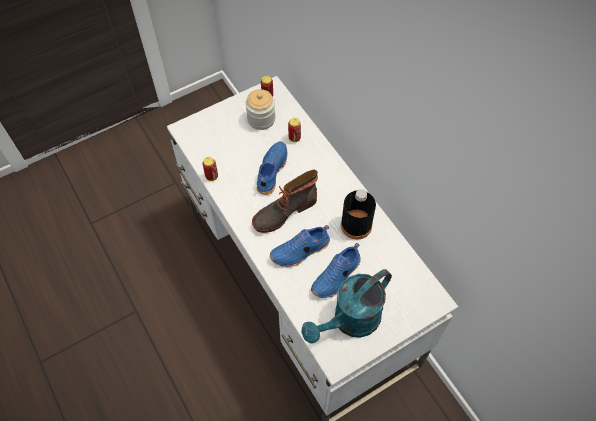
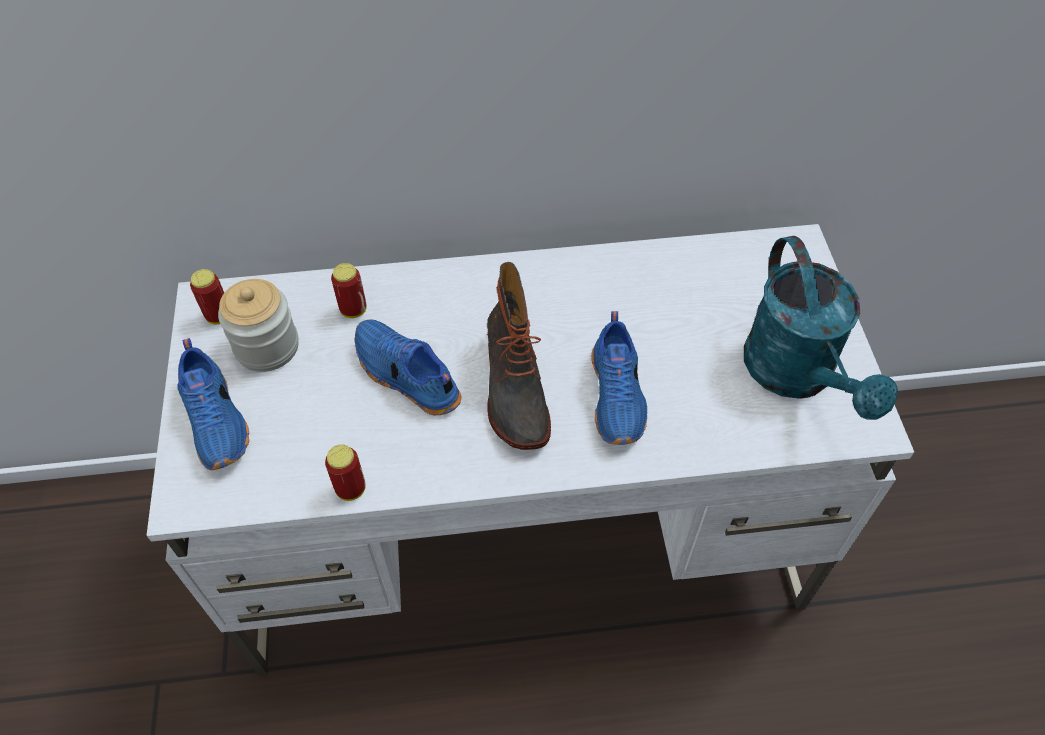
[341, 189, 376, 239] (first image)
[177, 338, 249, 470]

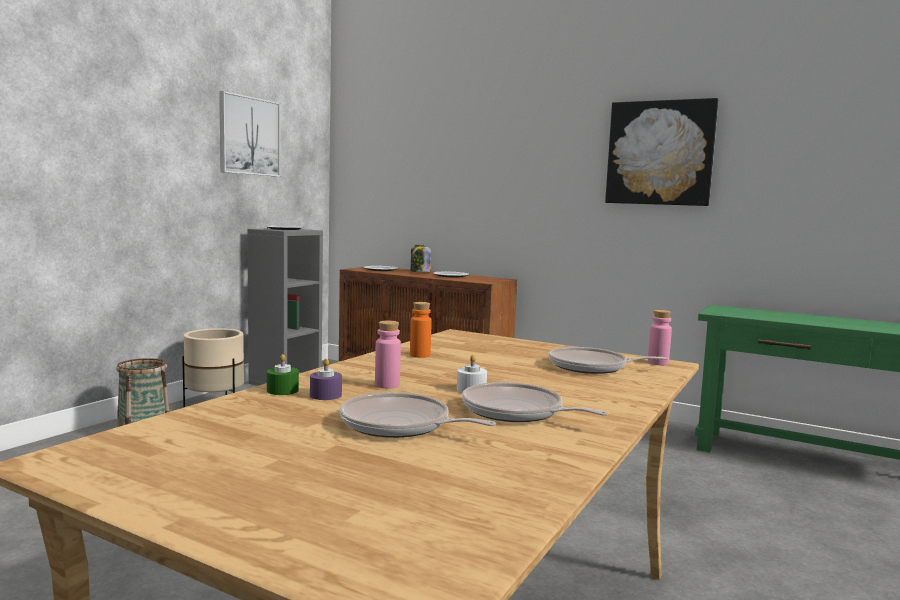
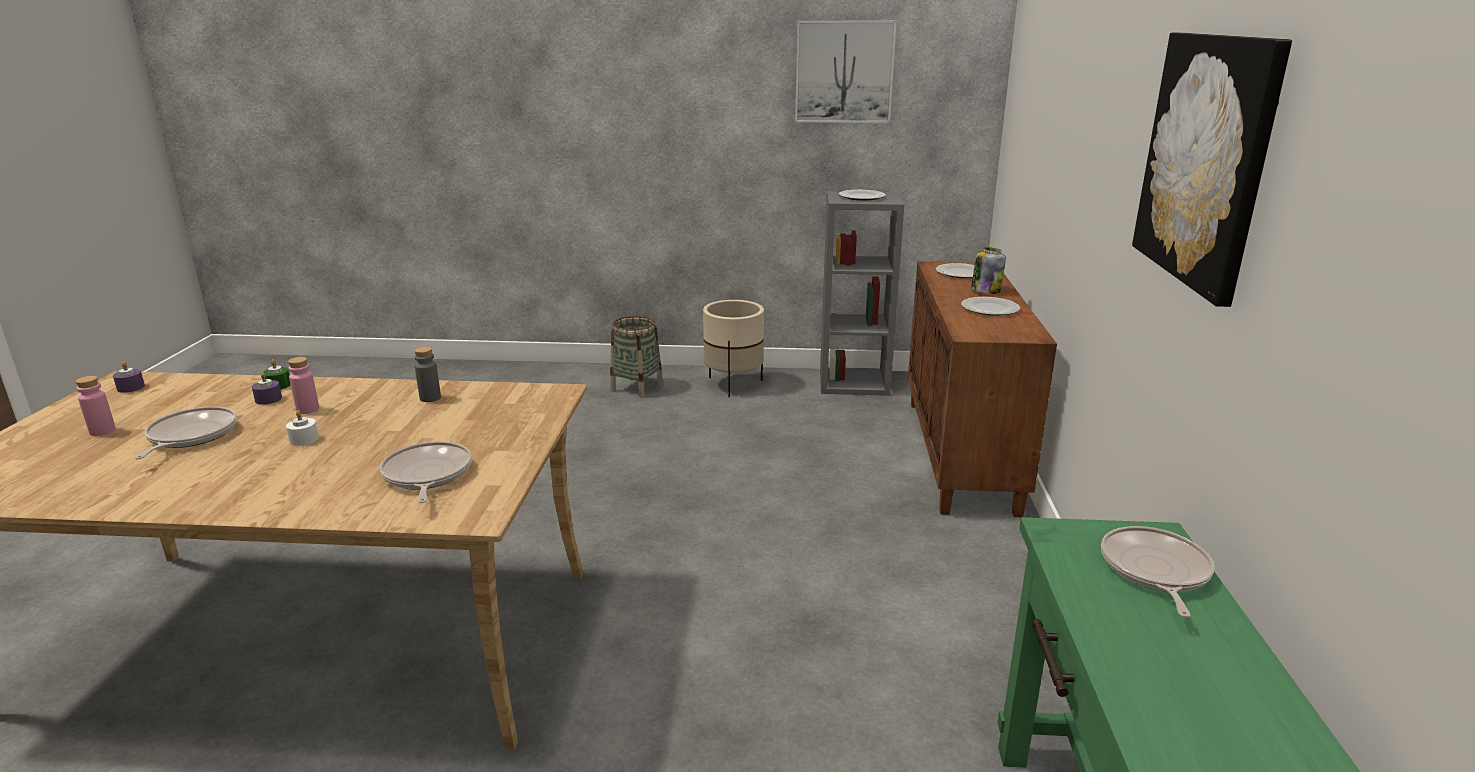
[113, 361, 145, 393]
[1101, 526, 1215, 617]
[75, 376, 116, 436]
[414, 346, 441, 402]

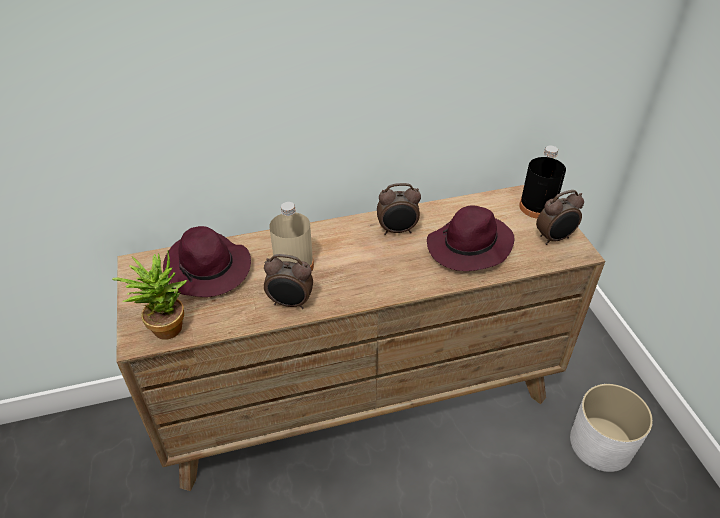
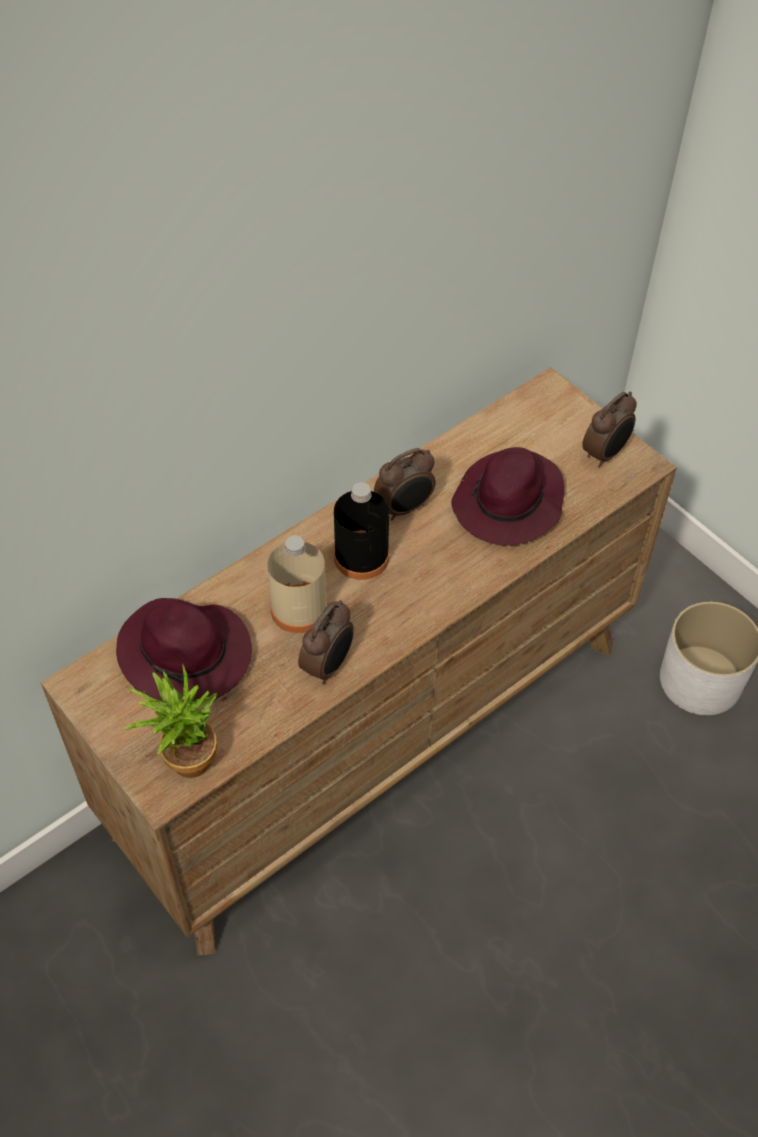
[334, 482, 389, 580]
[298, 600, 354, 684]

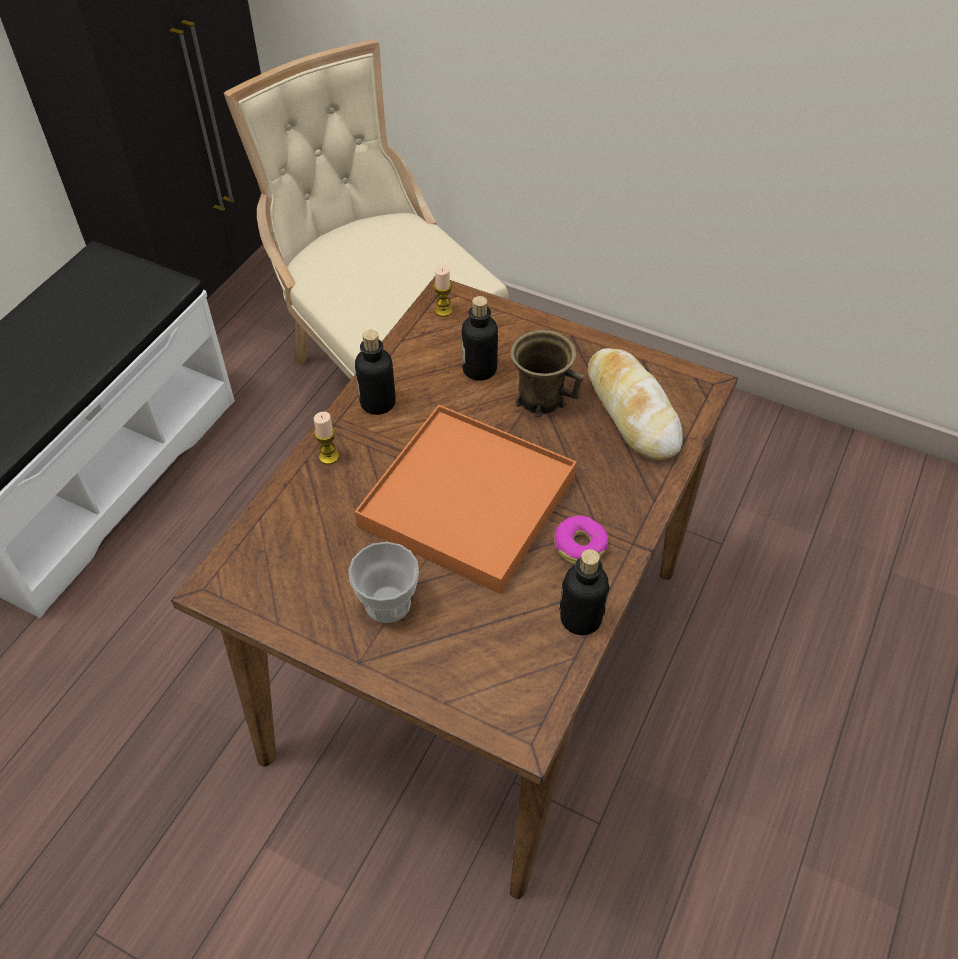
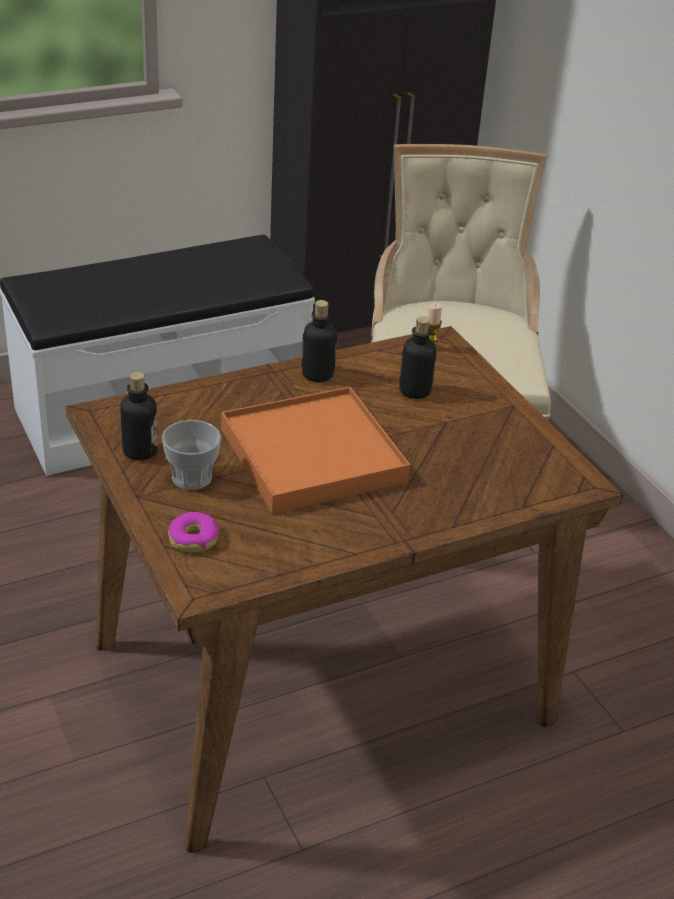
[314, 412, 339, 465] (first image)
[510, 330, 584, 417] (first image)
[587, 348, 683, 460] (first image)
[168, 512, 219, 552]
[120, 372, 158, 461]

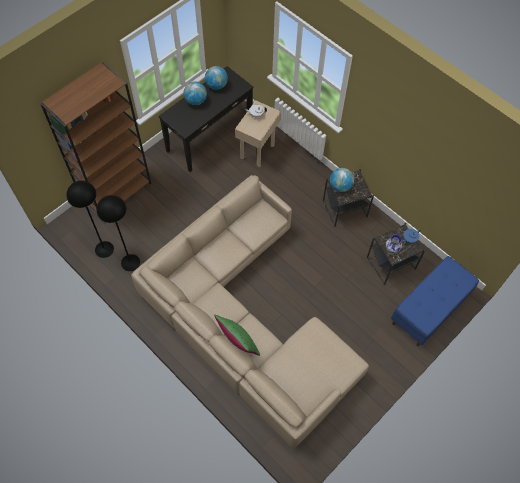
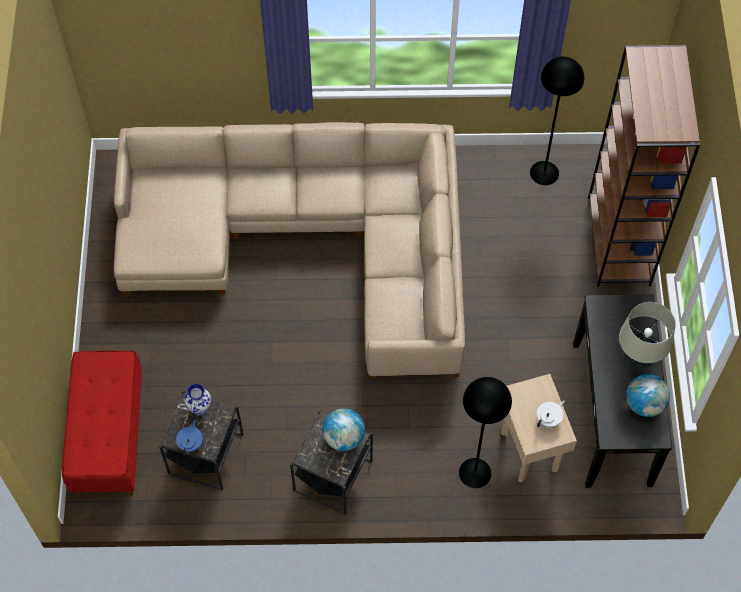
[214, 315, 260, 356] (first image)
[459, 377, 512, 488]
[619, 302, 676, 368]
[62, 351, 142, 497]

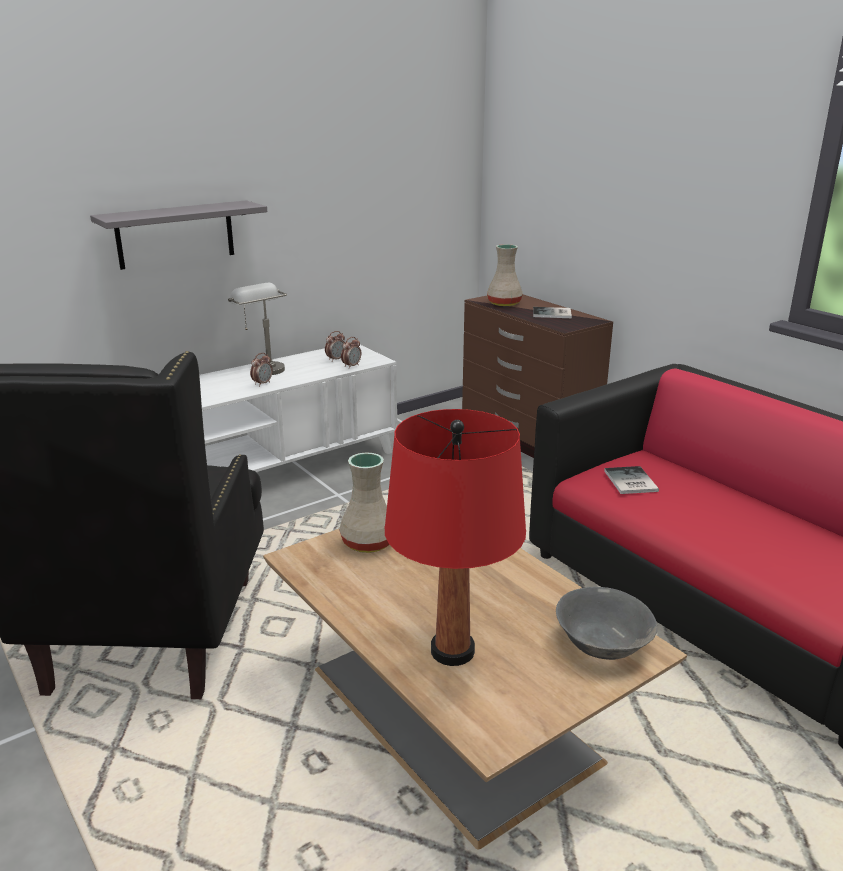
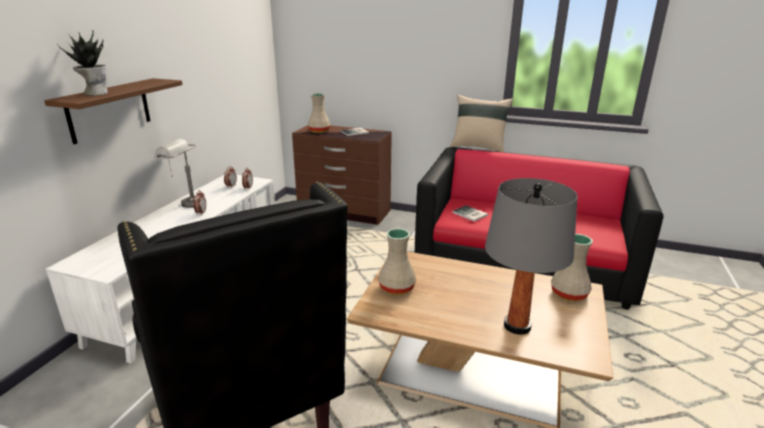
[57, 30, 108, 96]
[450, 95, 513, 153]
[551, 234, 593, 301]
[44, 78, 183, 144]
[485, 178, 578, 335]

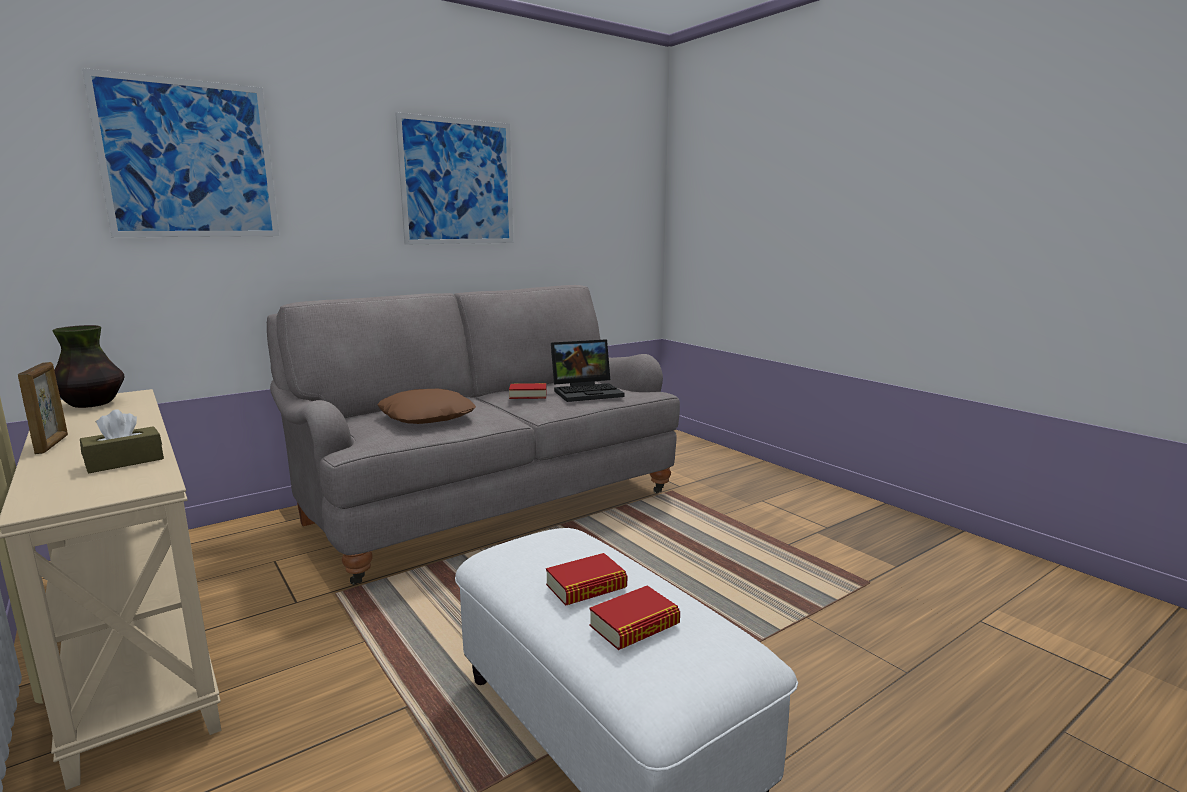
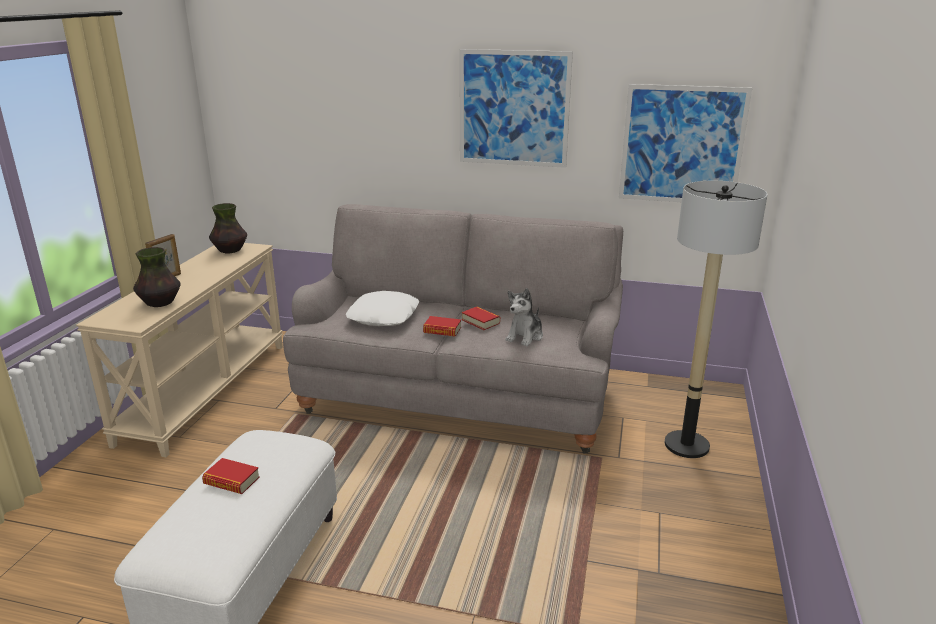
[665, 181, 768, 458]
[619, 84, 752, 202]
[423, 316, 461, 337]
[133, 247, 181, 307]
[505, 288, 543, 346]
[346, 291, 420, 326]

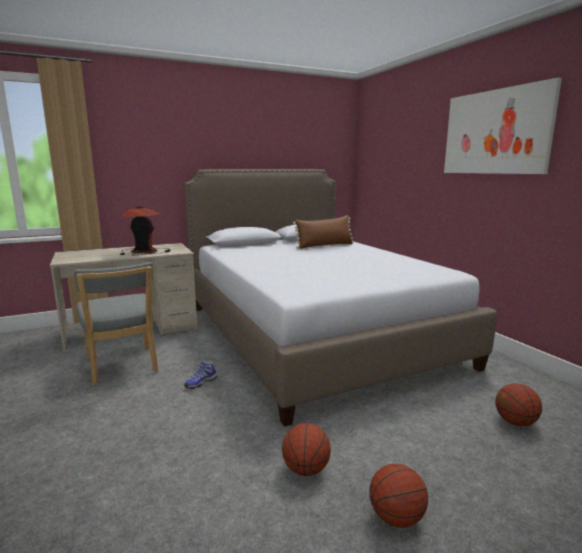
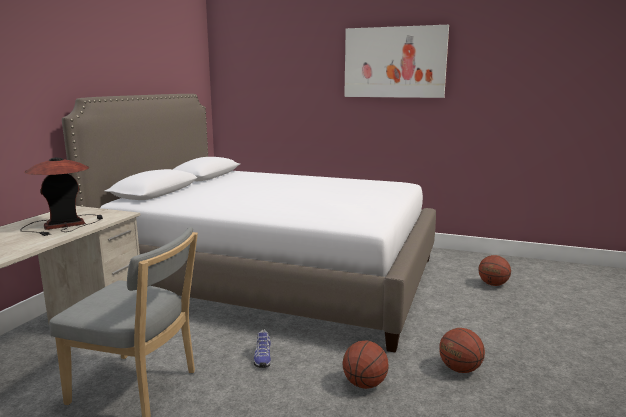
[293, 215, 354, 249] (first image)
[342, 340, 389, 389]

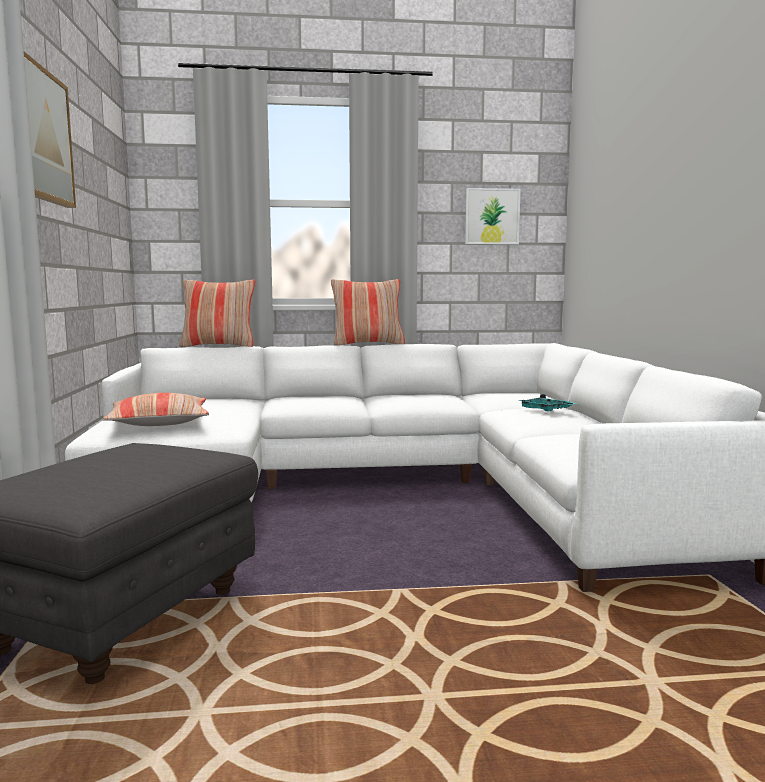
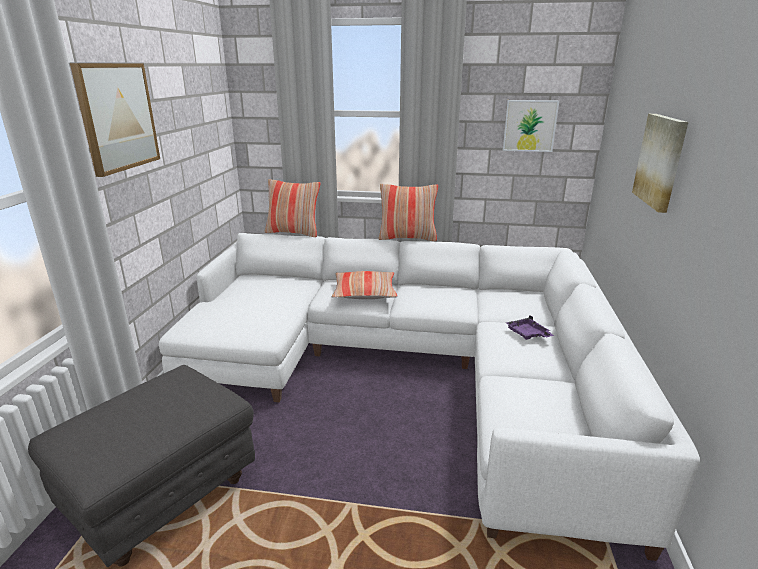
[632, 114, 688, 213]
[332, 271, 398, 299]
[506, 315, 554, 340]

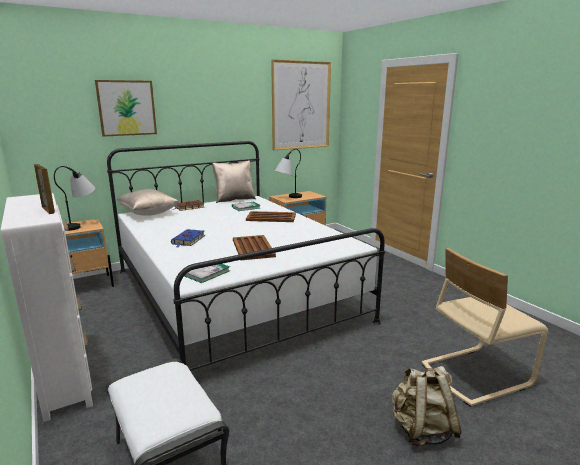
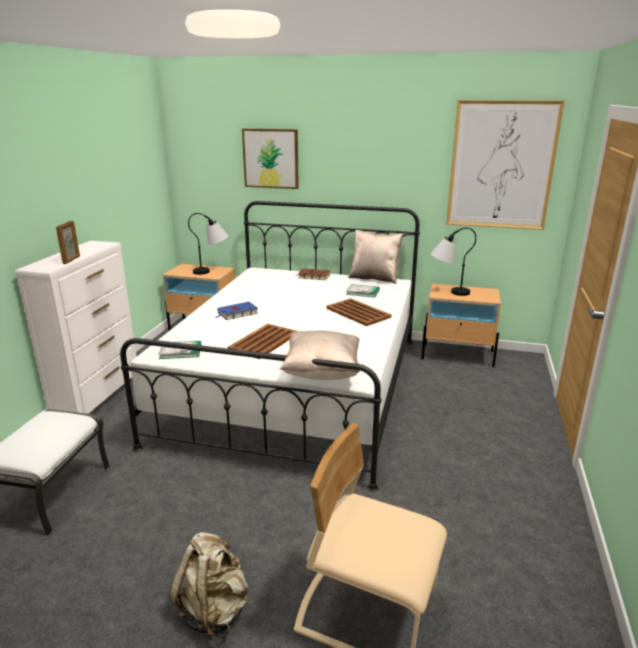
[280, 330, 360, 380]

